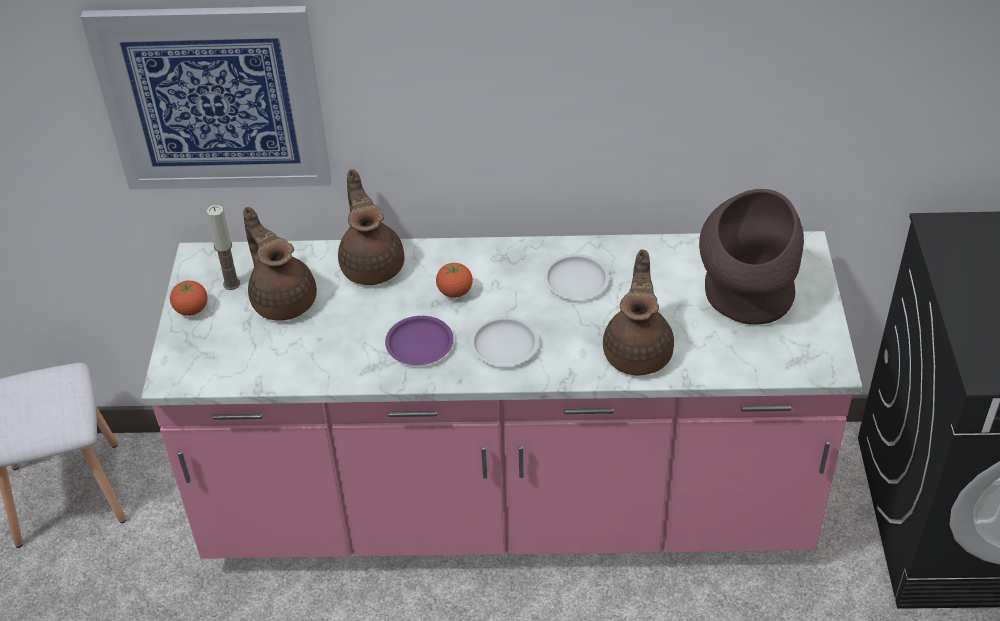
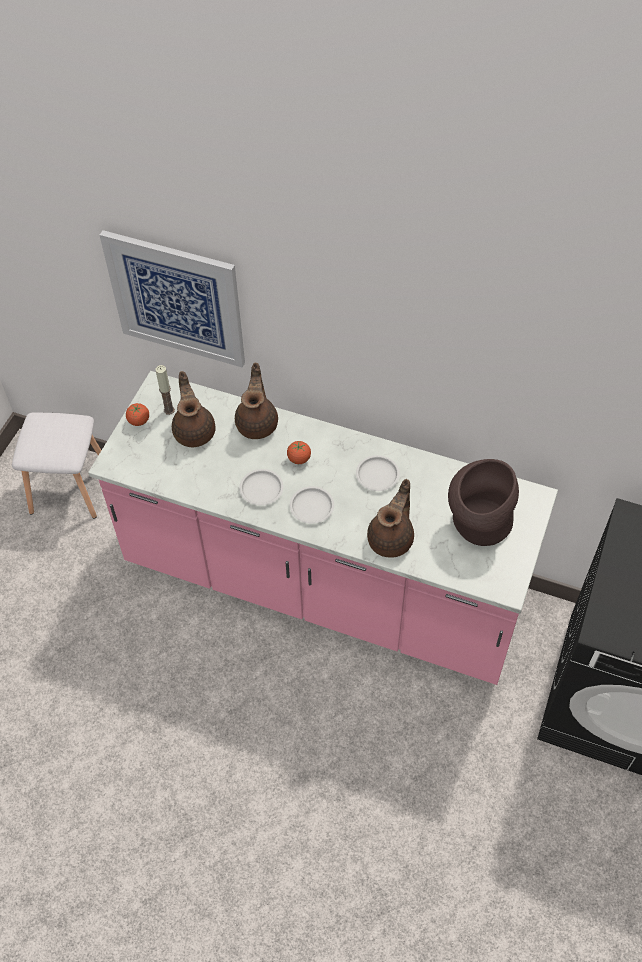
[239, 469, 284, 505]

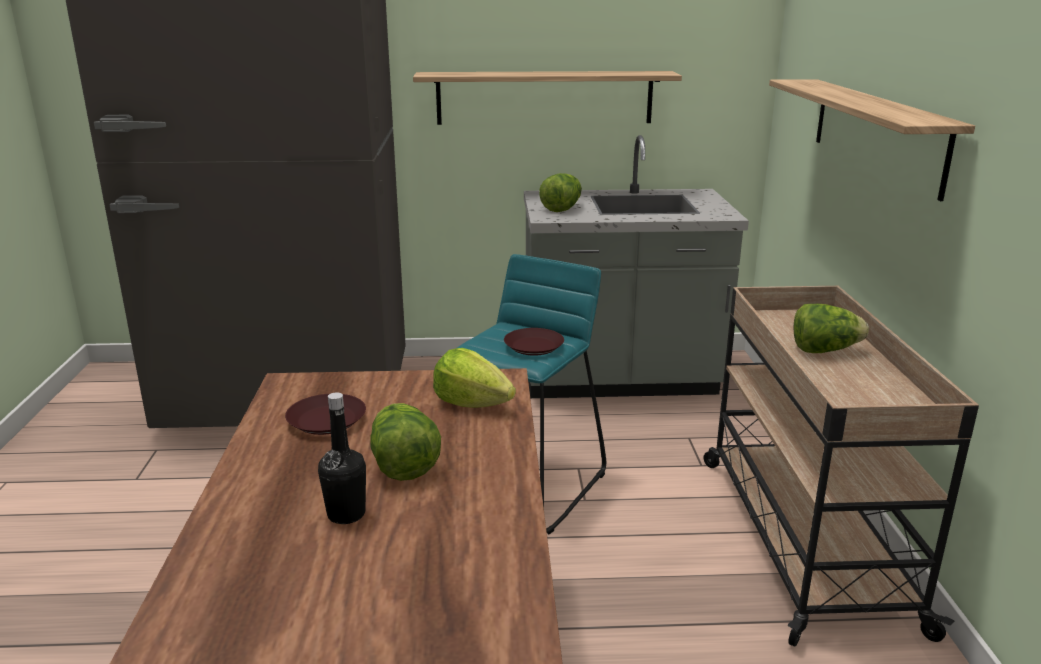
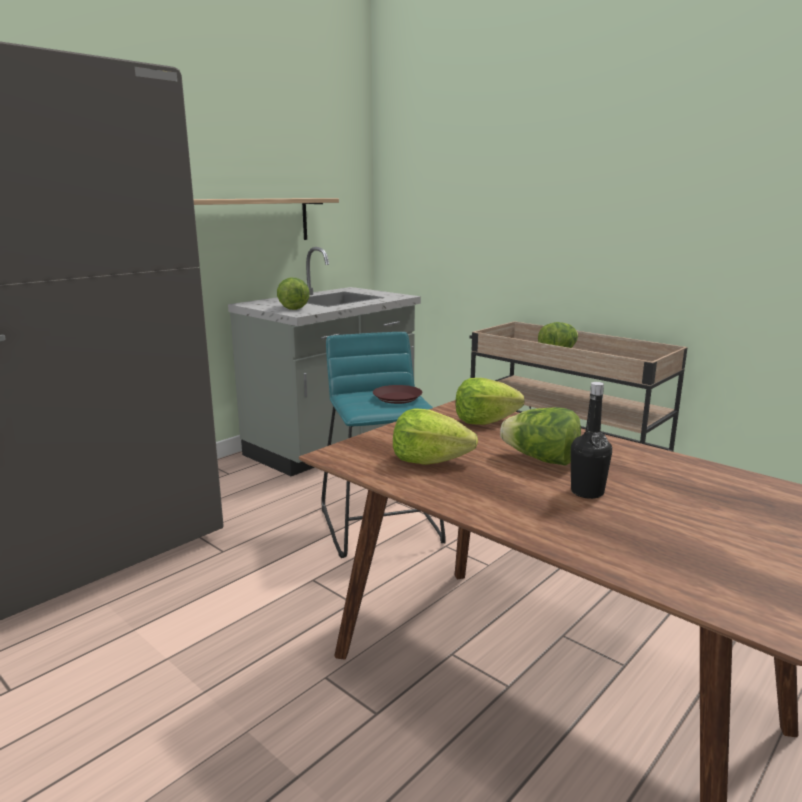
[769, 79, 975, 201] (first image)
[393, 408, 478, 465]

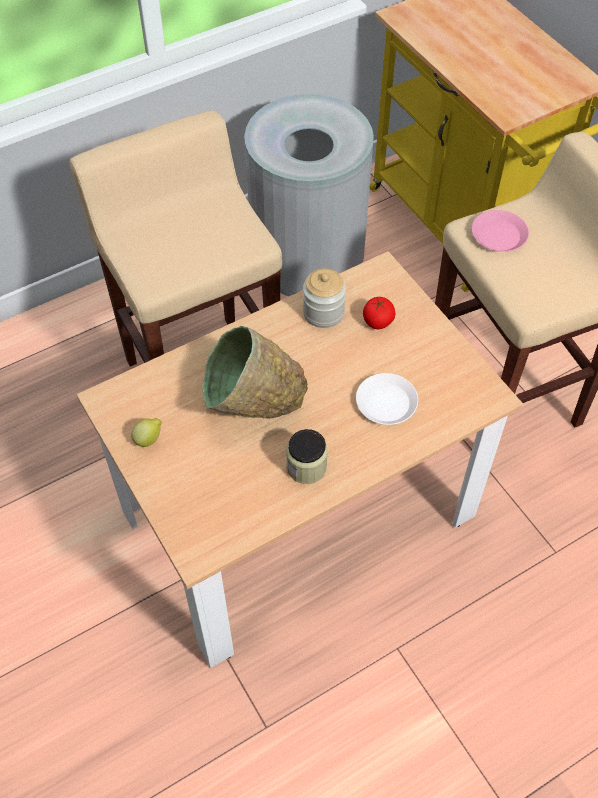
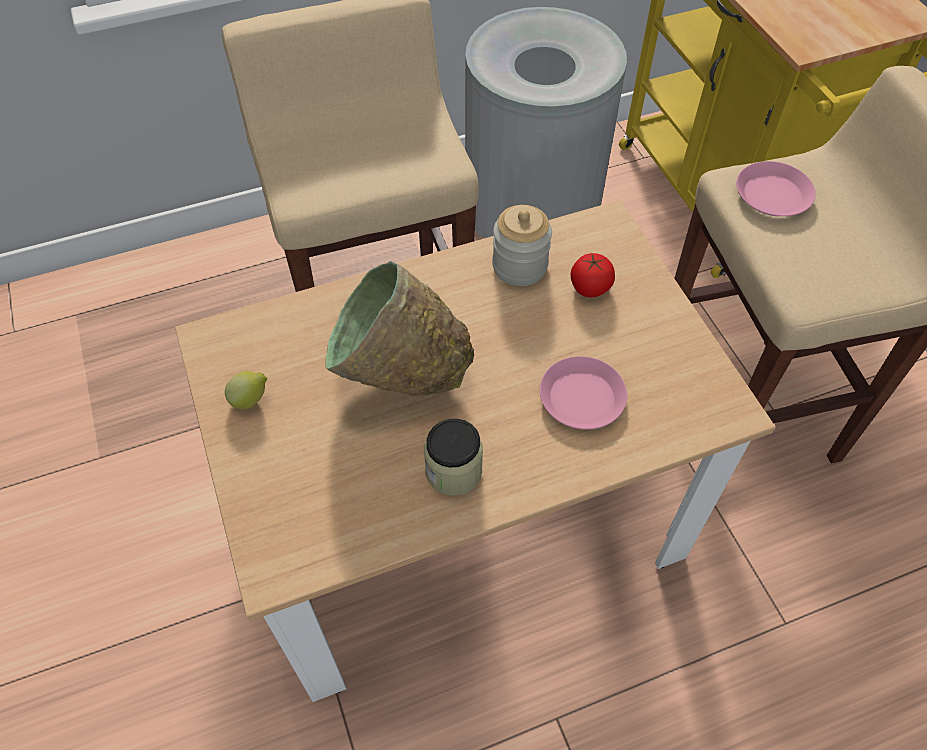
[540, 356, 627, 430]

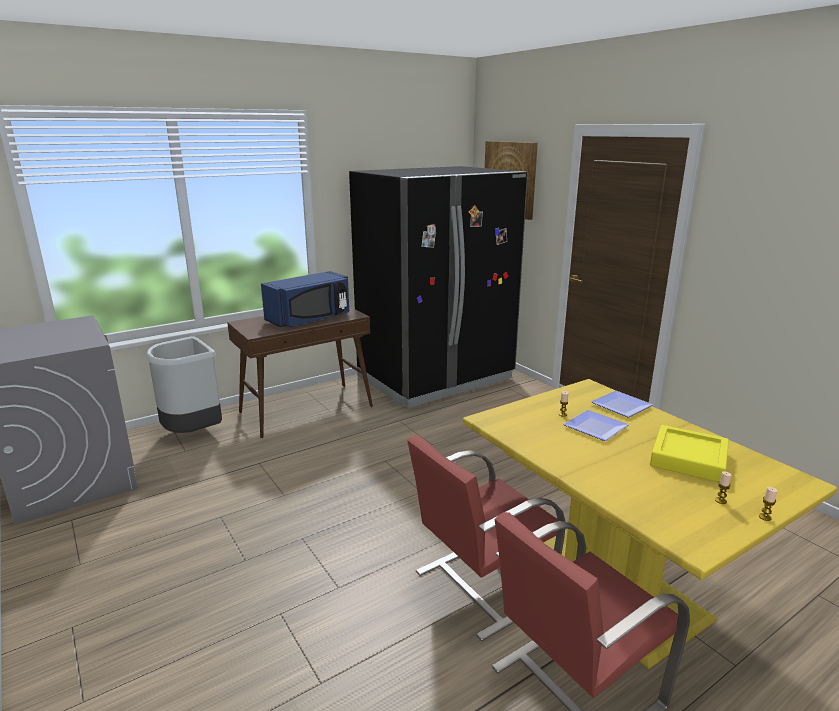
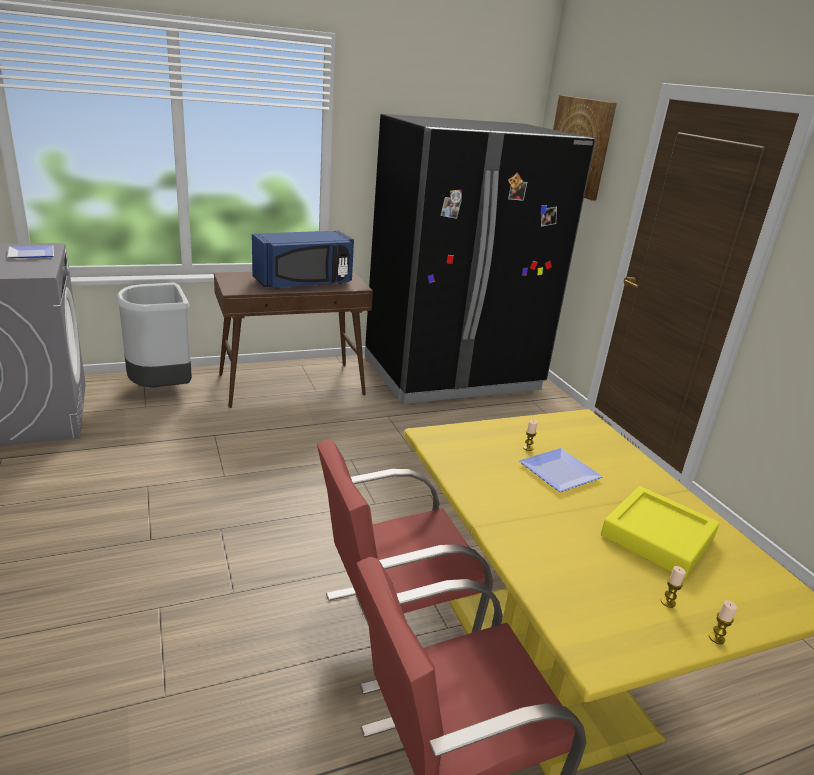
[7, 245, 54, 258]

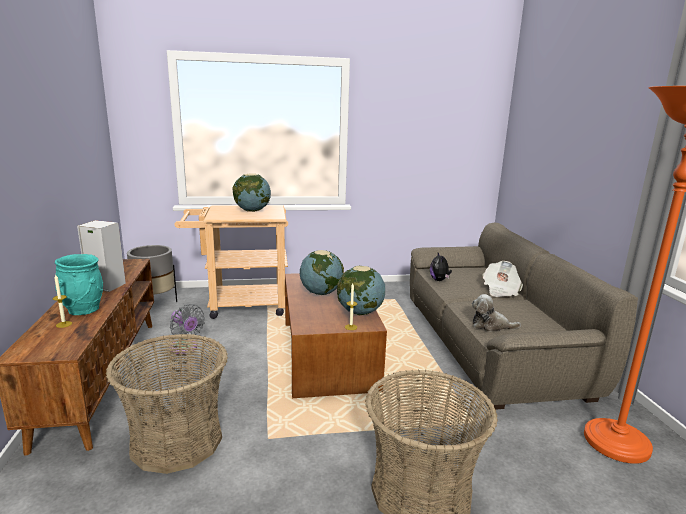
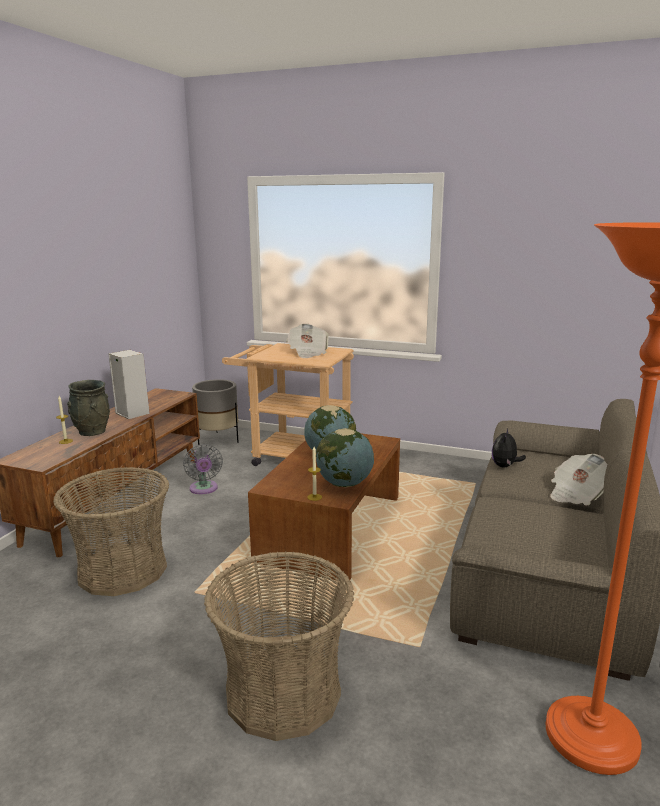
[472, 294, 521, 332] (first image)
[286, 323, 329, 358]
[67, 380, 110, 436]

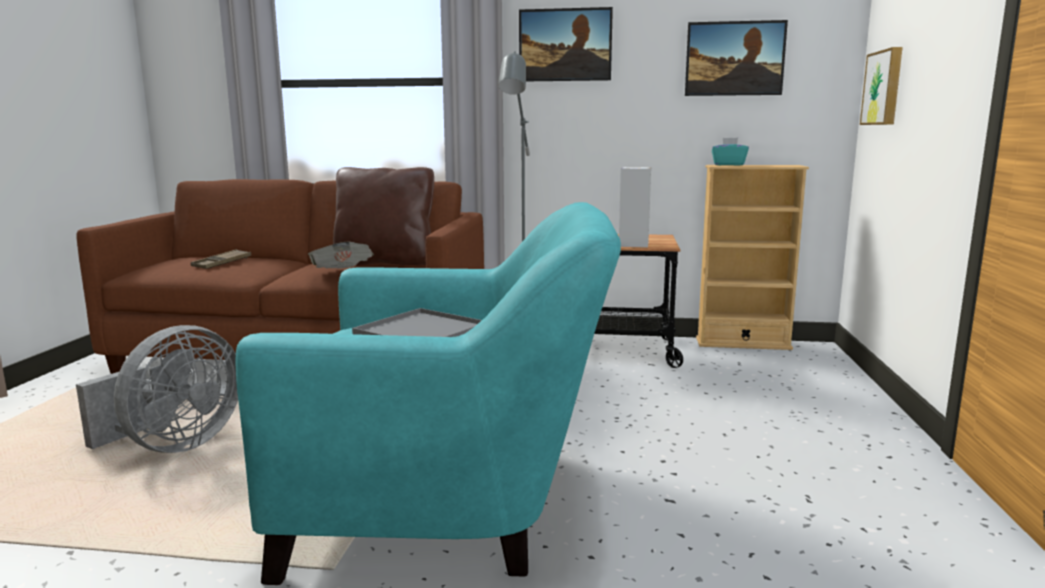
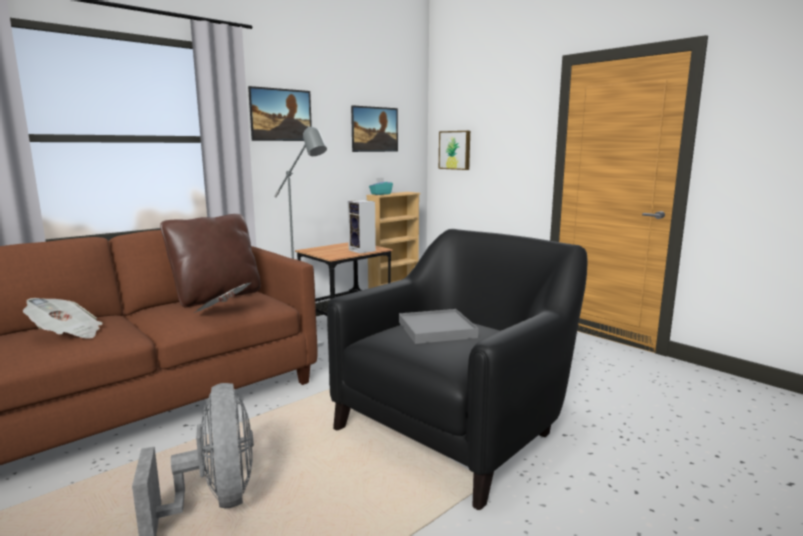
[23, 298, 102, 339]
[327, 229, 588, 510]

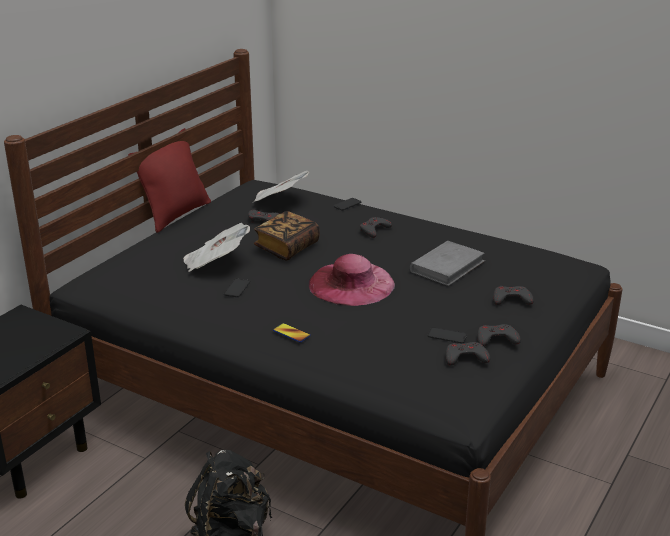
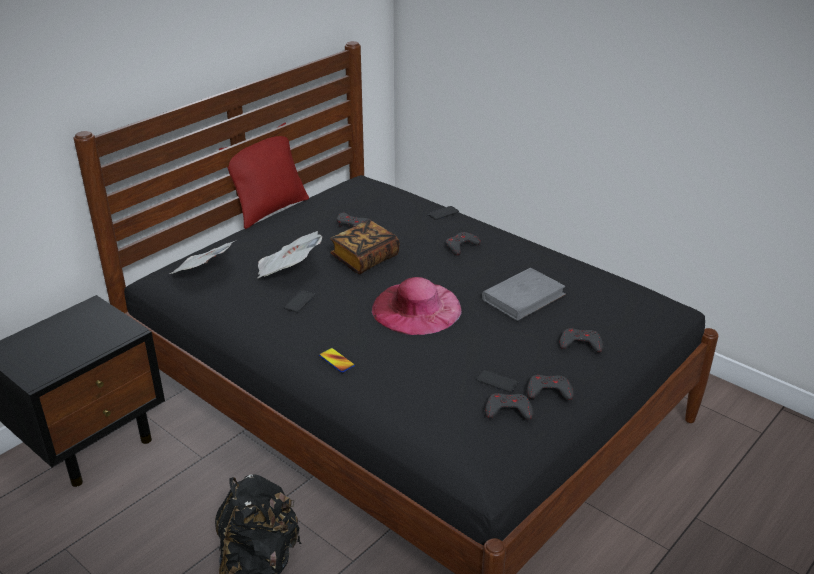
[169, 240, 237, 274]

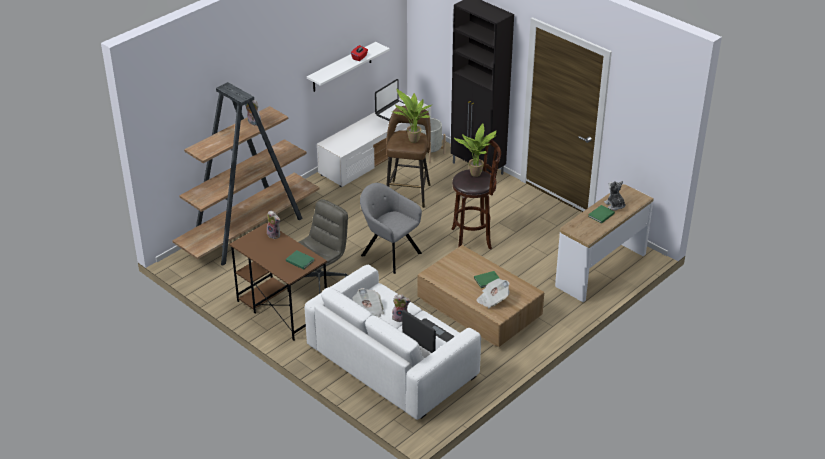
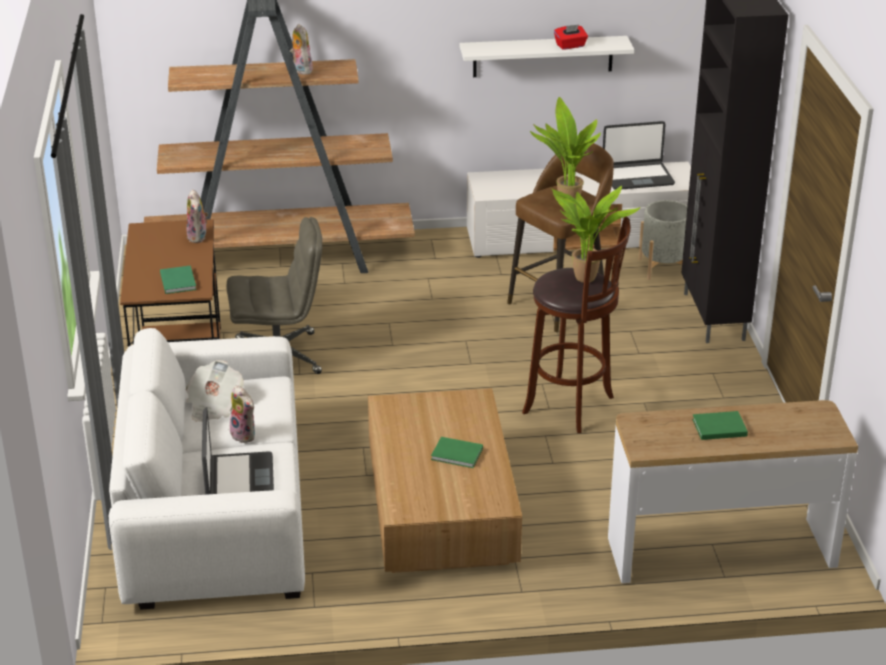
[360, 183, 422, 274] (first image)
[476, 279, 510, 308] (first image)
[604, 181, 626, 210] (first image)

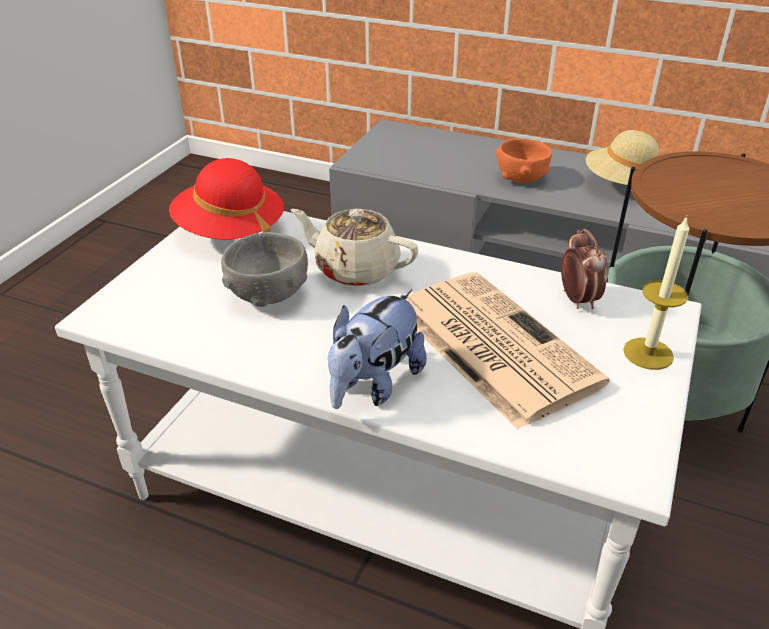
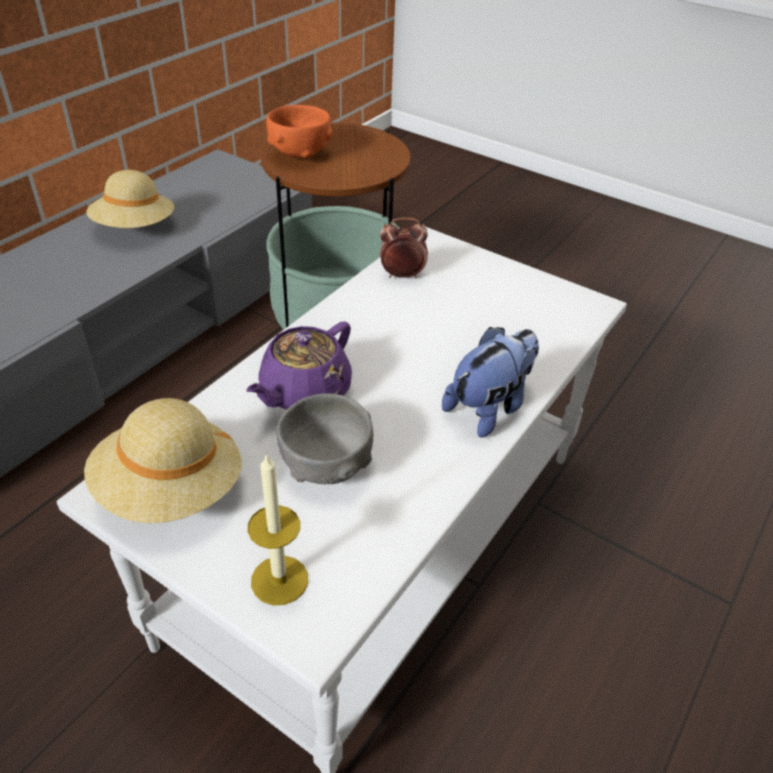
[405, 272, 610, 430] (first image)
[266, 105, 333, 158]
[247, 453, 308, 606]
[84, 398, 242, 523]
[246, 321, 352, 410]
[442, 327, 539, 437]

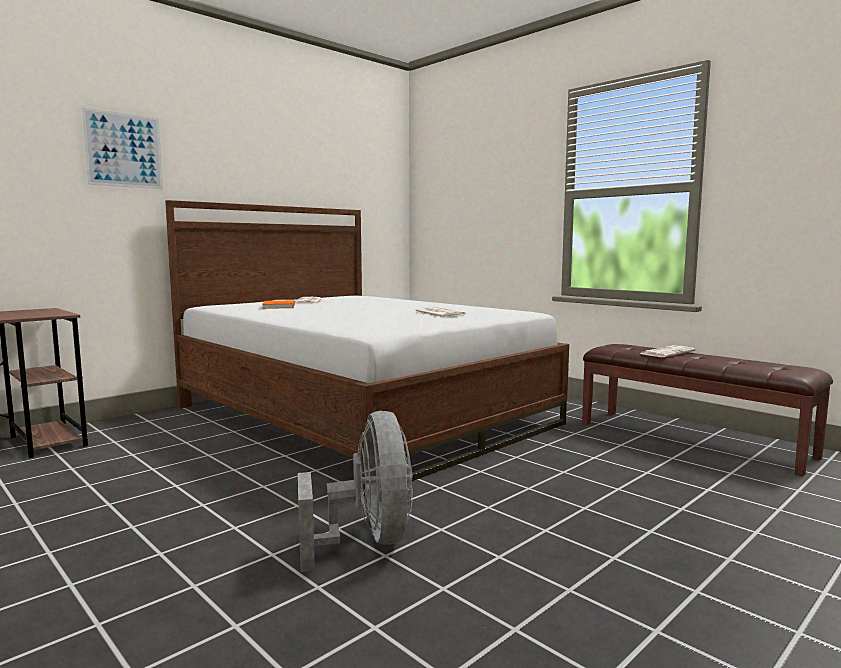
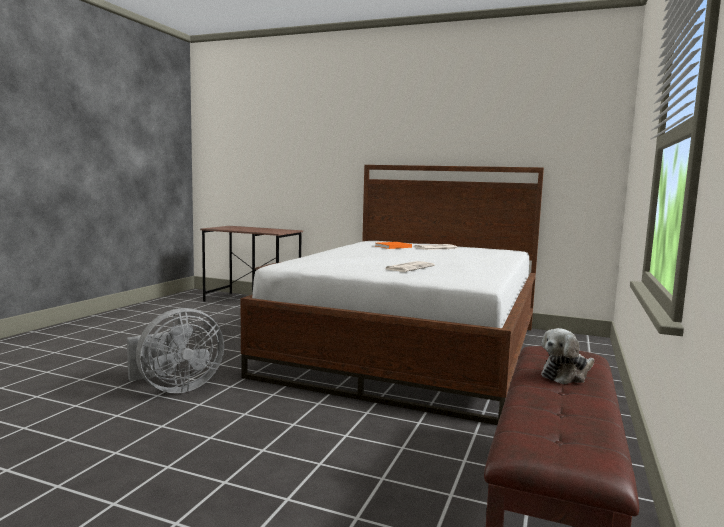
[82, 107, 163, 189] (first image)
[541, 328, 594, 384]

